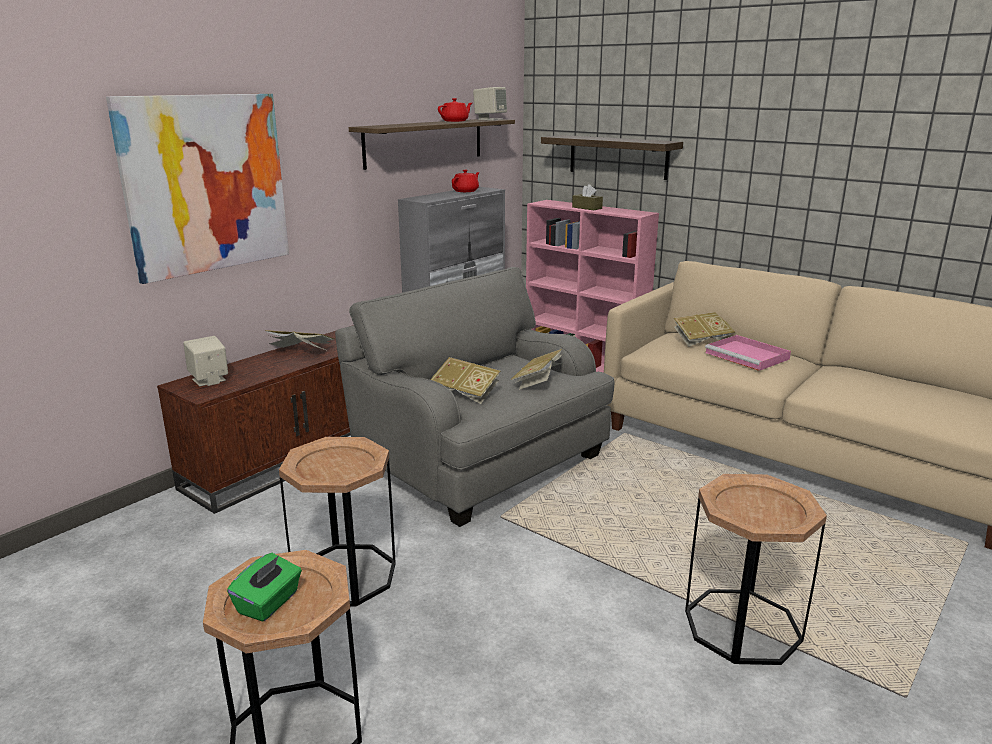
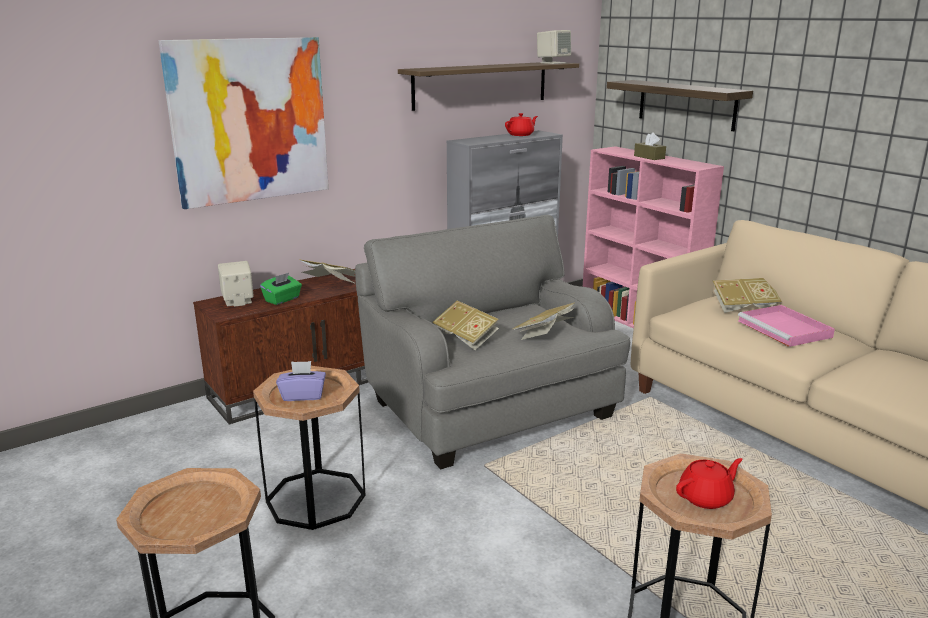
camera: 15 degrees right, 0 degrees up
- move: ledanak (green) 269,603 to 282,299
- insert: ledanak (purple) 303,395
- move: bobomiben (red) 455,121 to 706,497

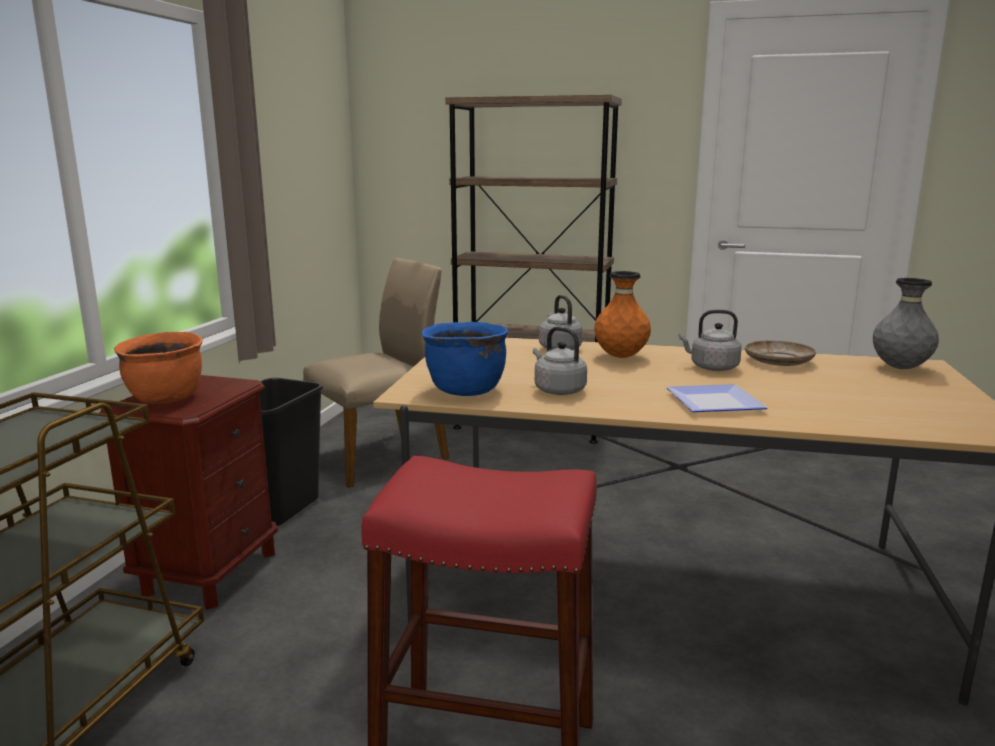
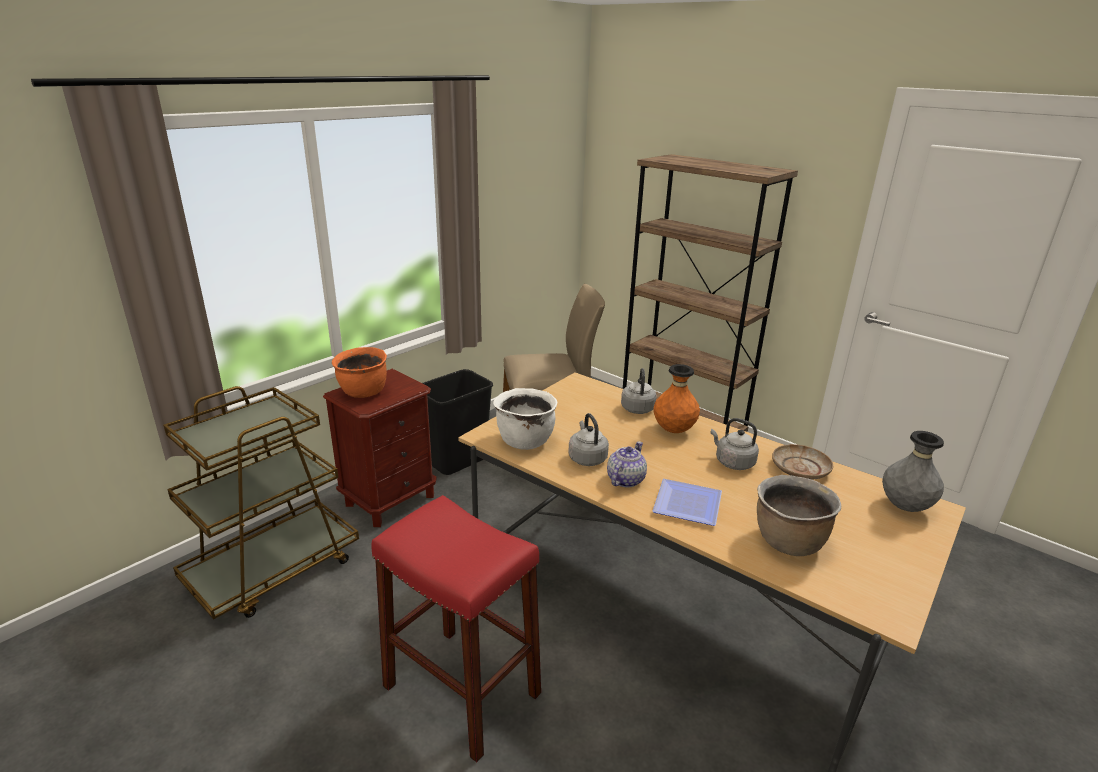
camera: 25 degrees right, 10 degrees up
- recolor: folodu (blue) 465,390 to folodu (white) 525,441
- insert: bobomiben 625,479
- insert: folodu (brown) 788,542

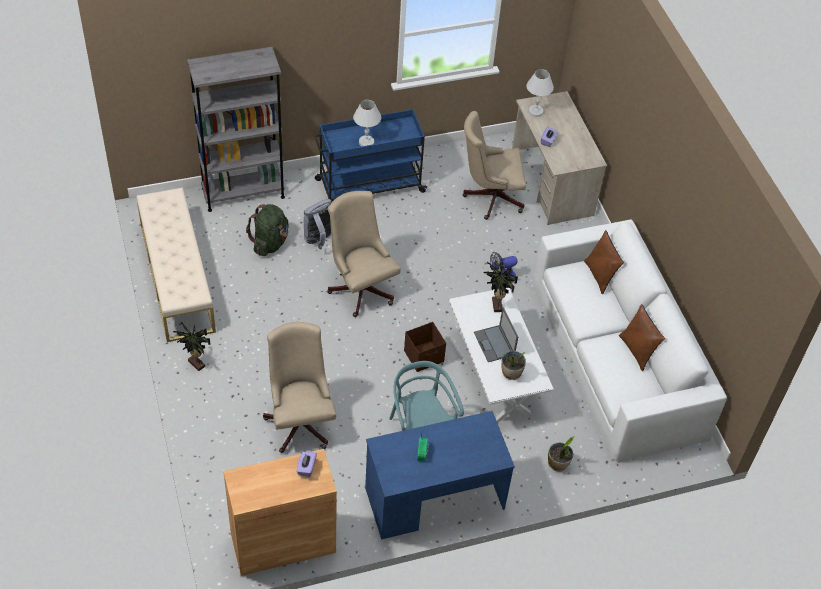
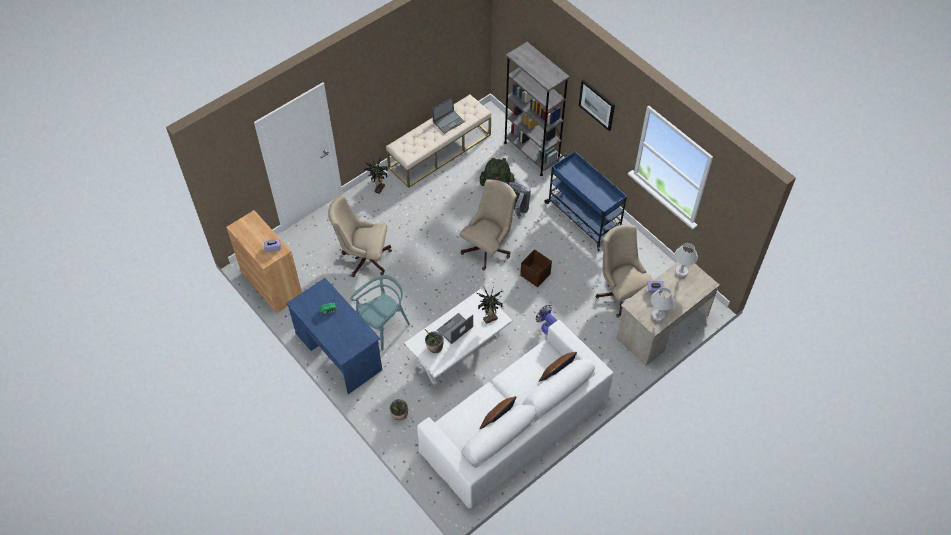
camera: 70 degrees right, 5 degrees up
- rotate: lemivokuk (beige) 300,420 = 363,258 135 degrees counterclockwise
- insert: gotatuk 449,121
- move: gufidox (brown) 424,356 to 535,275
- insert: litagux 597,104
- move: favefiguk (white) 366,142 to 658,315

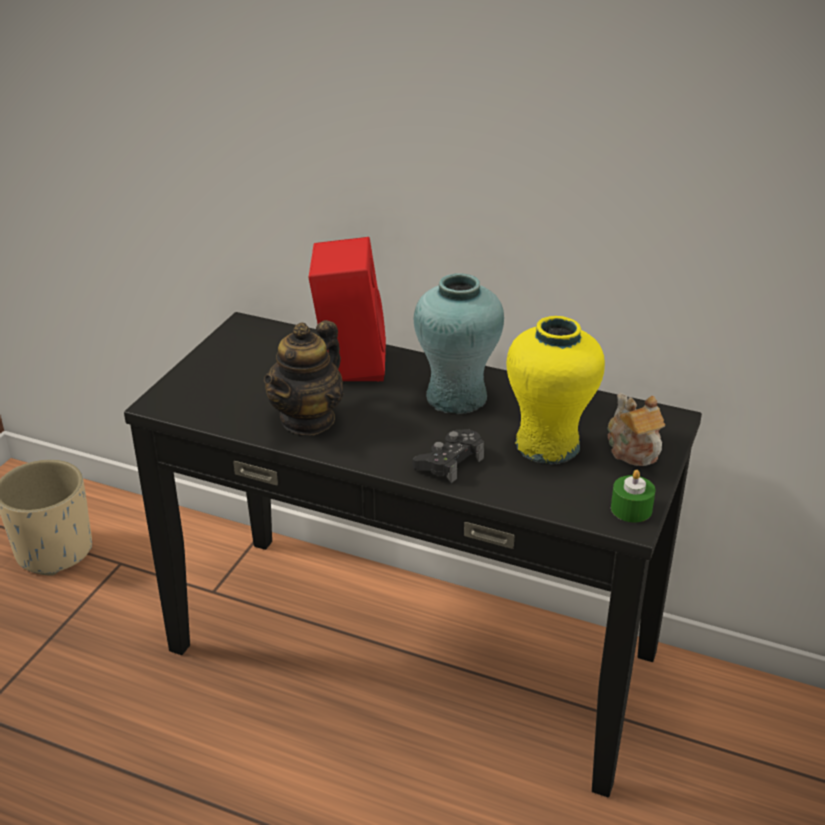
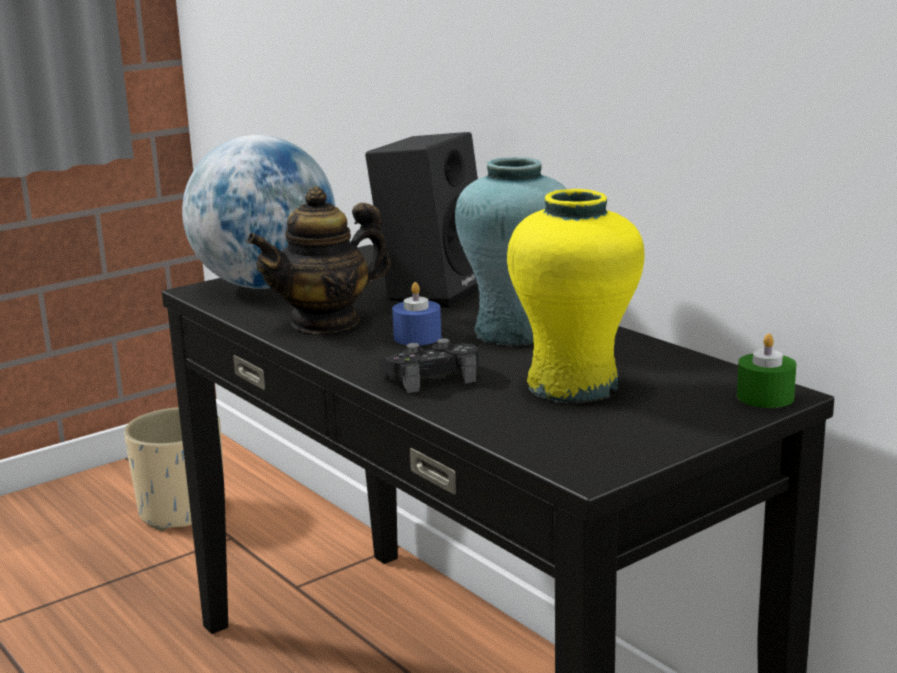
camera: 30 degrees right, 15 degrees down
- insert: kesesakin 266,285
- recolor: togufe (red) 348,362 to togufe (black) 431,291
- insert: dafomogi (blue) 417,337
- move: dafomogi (green) 631,509 to 765,397
- delete: bobomiben 632,450

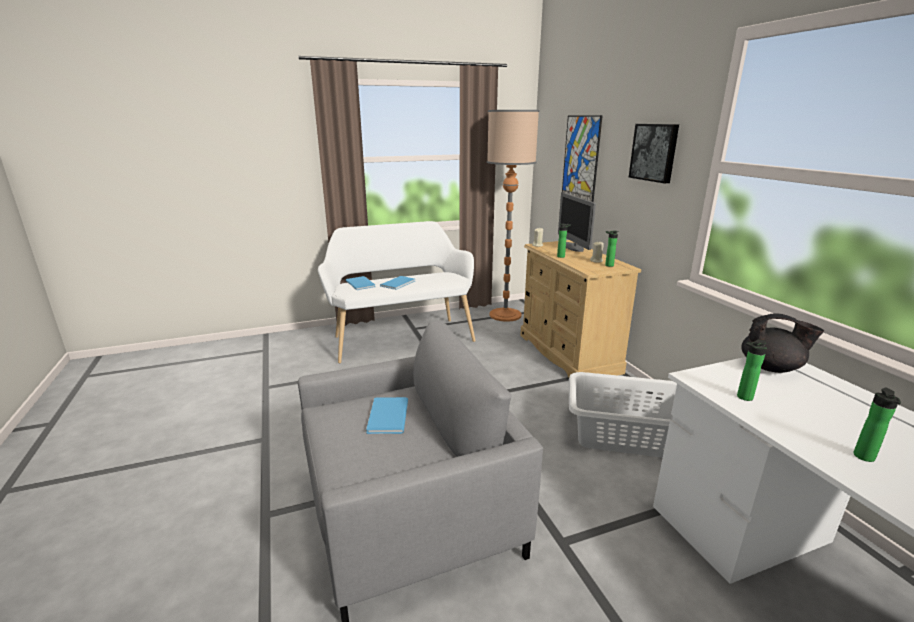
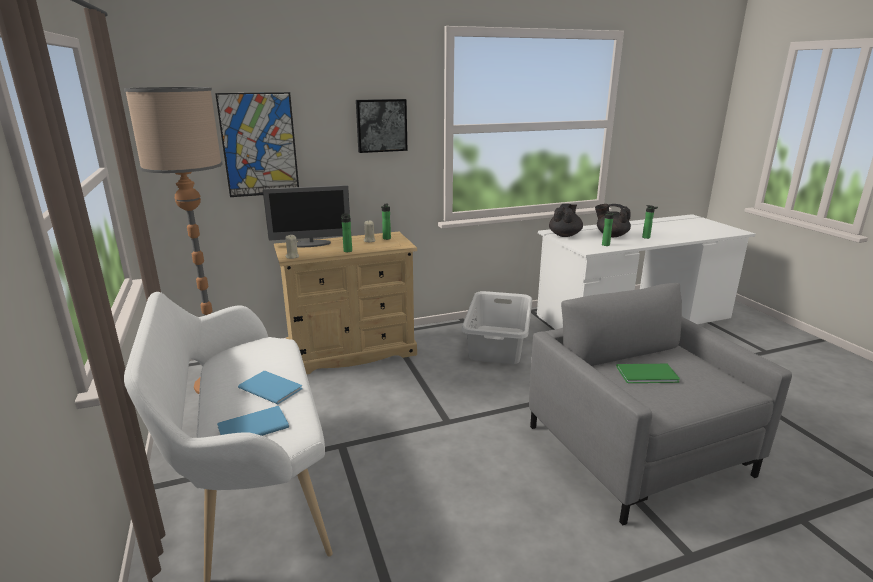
camera: 90 degrees left, 0 degrees up
- insert: bobomiben (black) 611,235
- recolor: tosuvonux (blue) 386,417 to tosuvonux (green) 649,375

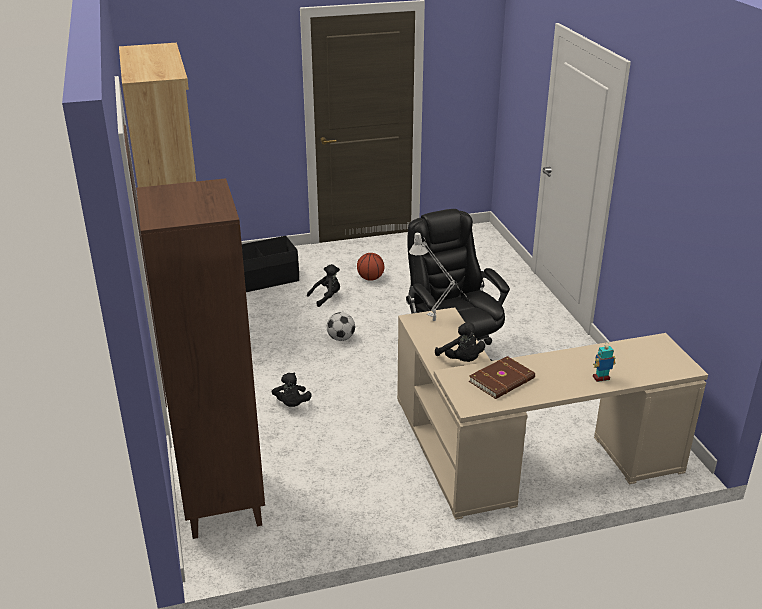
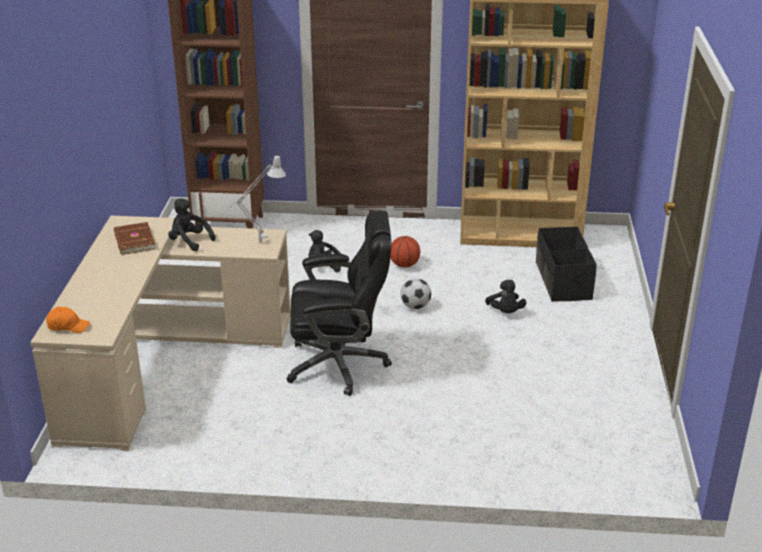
camera: 110 degrees right, 0 degrees up
- insert: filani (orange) 68,326
- rotate: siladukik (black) 461,360 = 189,241 45 degrees clockwise
- move: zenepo 370,278 to 404,265
- delete: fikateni 601,378

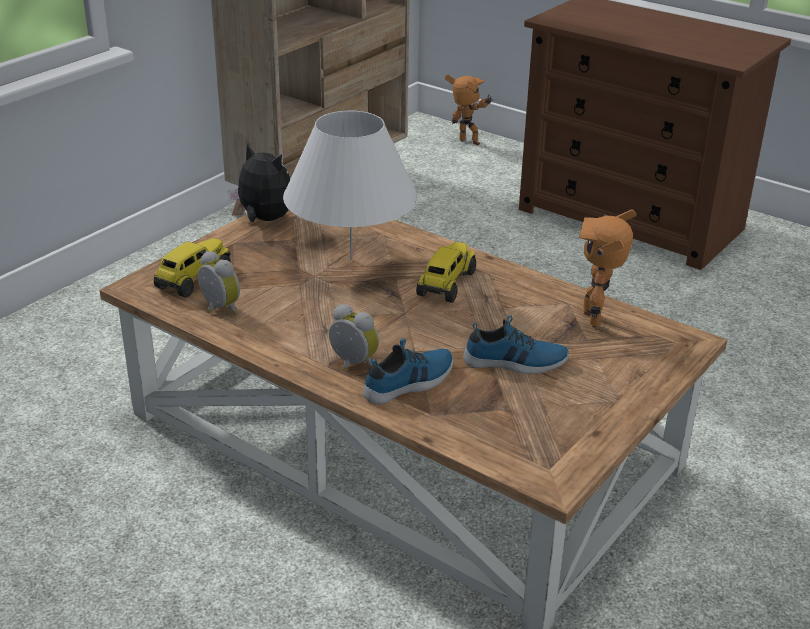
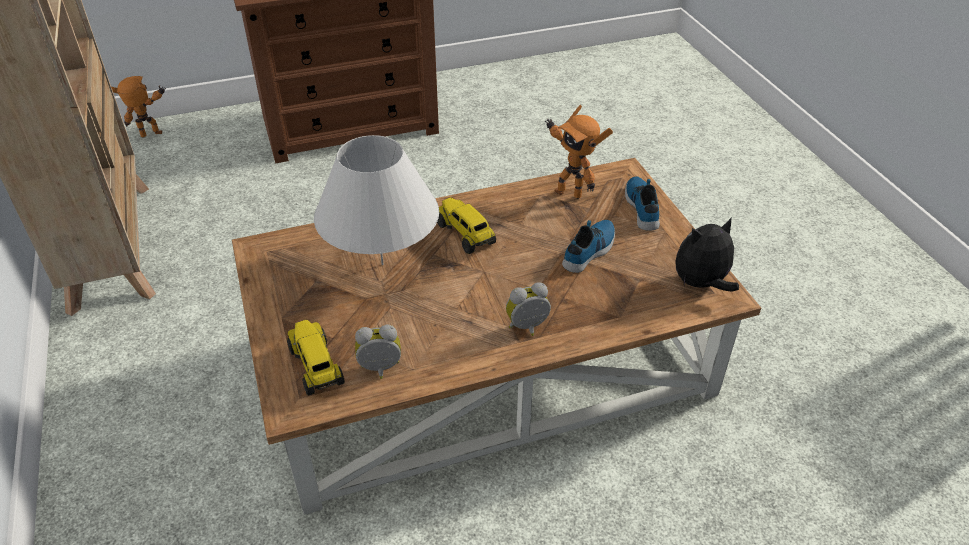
camera: 55 degrees left, 10 degrees up
- move: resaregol 410,382 to 643,207
- move: siladukik 264,219 to 701,284

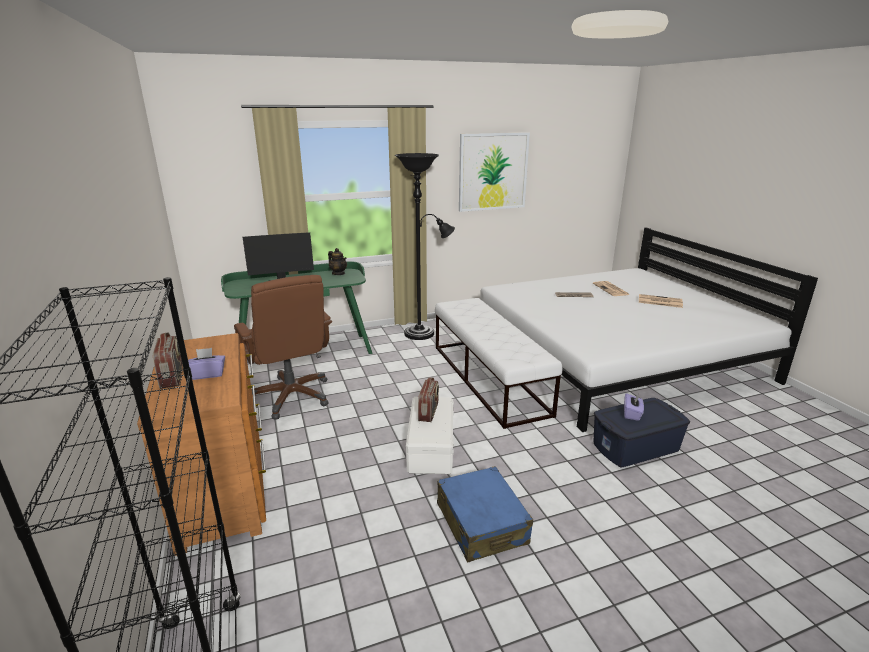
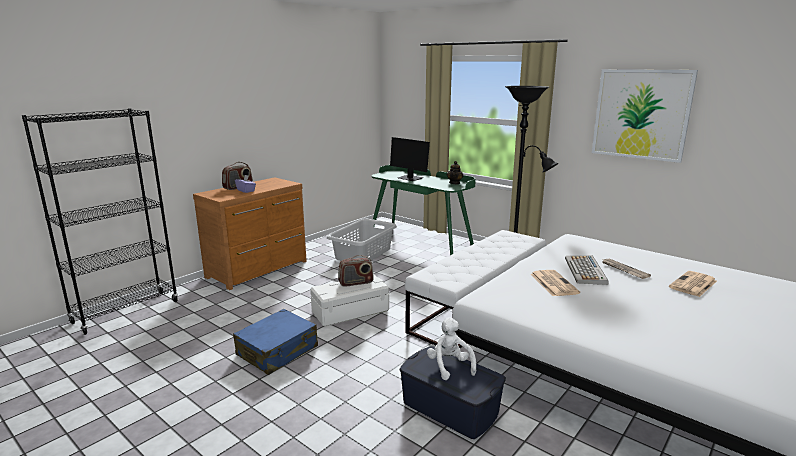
camera: 60 degrees right, 5 degrees down
- replace: lemivokuk (brown) 291,396 to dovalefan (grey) 362,254
- replace: ledanak (purple) 632,414 to siladukik (white) 450,366
- move: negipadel 659,301 to 553,283
- insert: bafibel 585,271

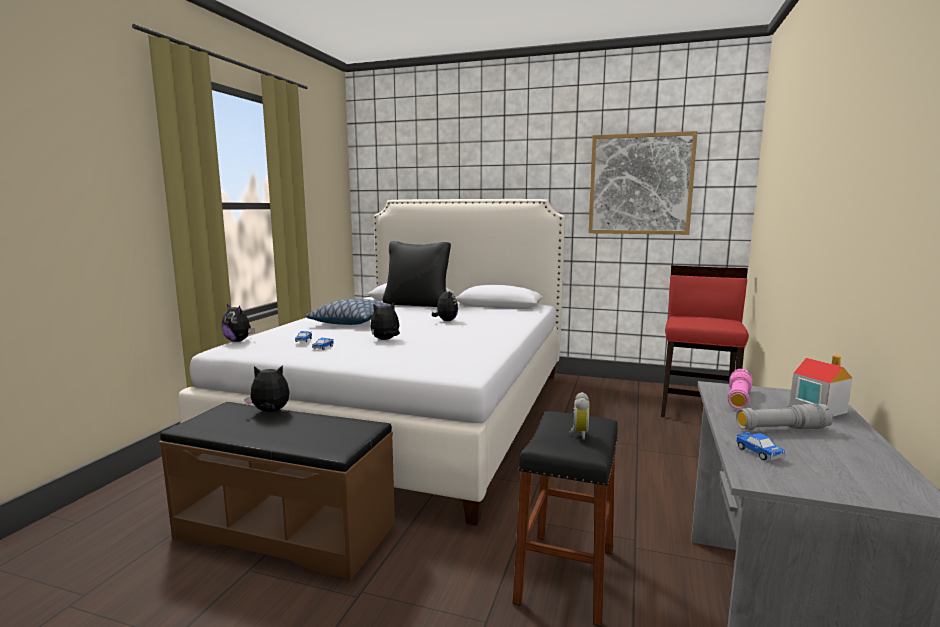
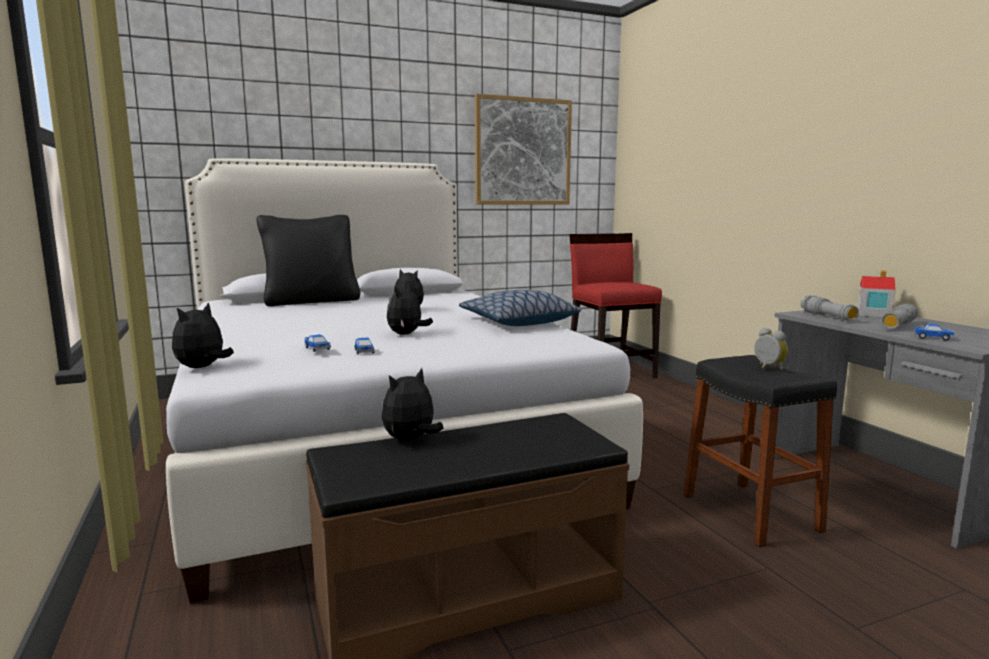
camera: 40 degrees left, 0 degrees up
- rotate: siladukik 239,341 = 202,368 120 degrees clockwise
- move: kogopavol 350,321 to 517,322
- recolor: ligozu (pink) 738,398 to ligozu (grey) 828,317

